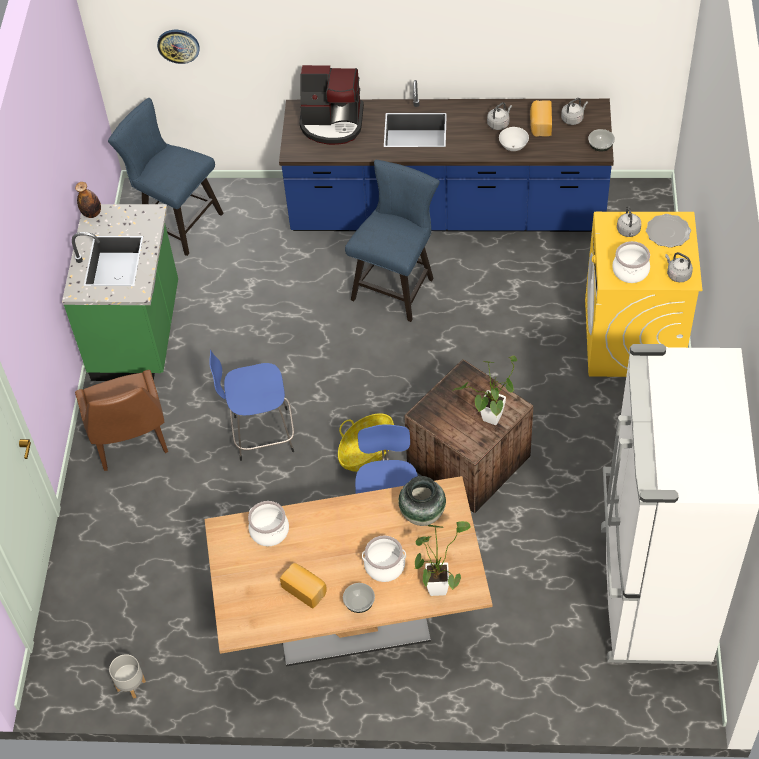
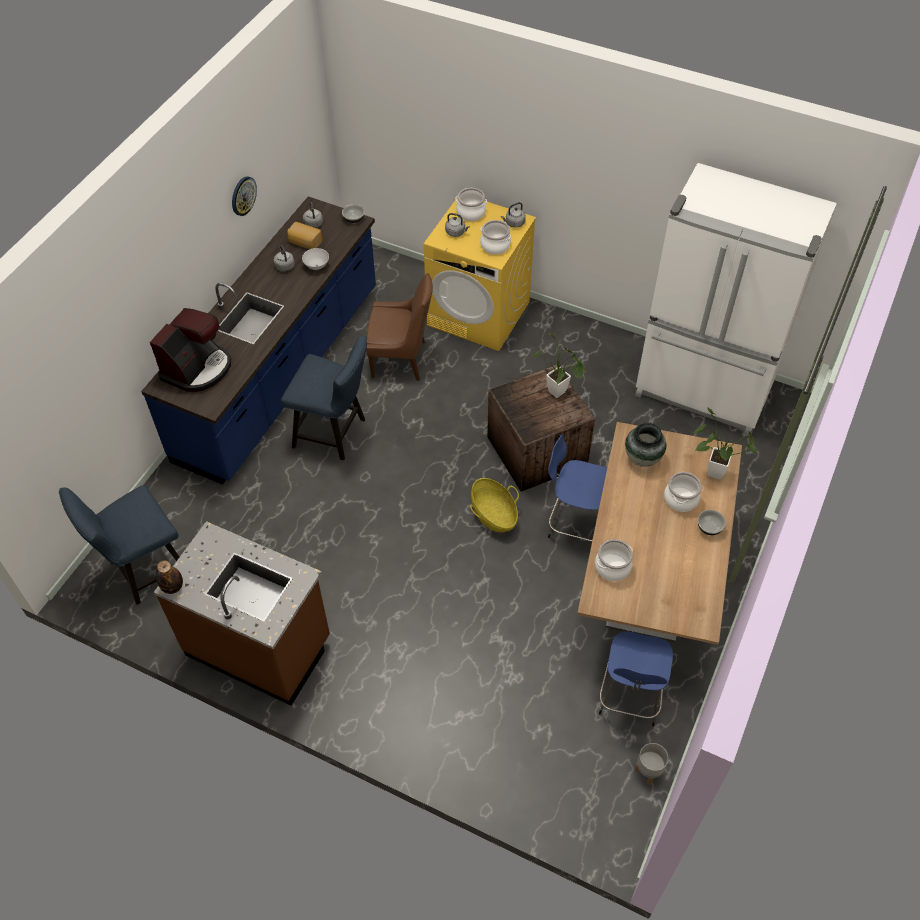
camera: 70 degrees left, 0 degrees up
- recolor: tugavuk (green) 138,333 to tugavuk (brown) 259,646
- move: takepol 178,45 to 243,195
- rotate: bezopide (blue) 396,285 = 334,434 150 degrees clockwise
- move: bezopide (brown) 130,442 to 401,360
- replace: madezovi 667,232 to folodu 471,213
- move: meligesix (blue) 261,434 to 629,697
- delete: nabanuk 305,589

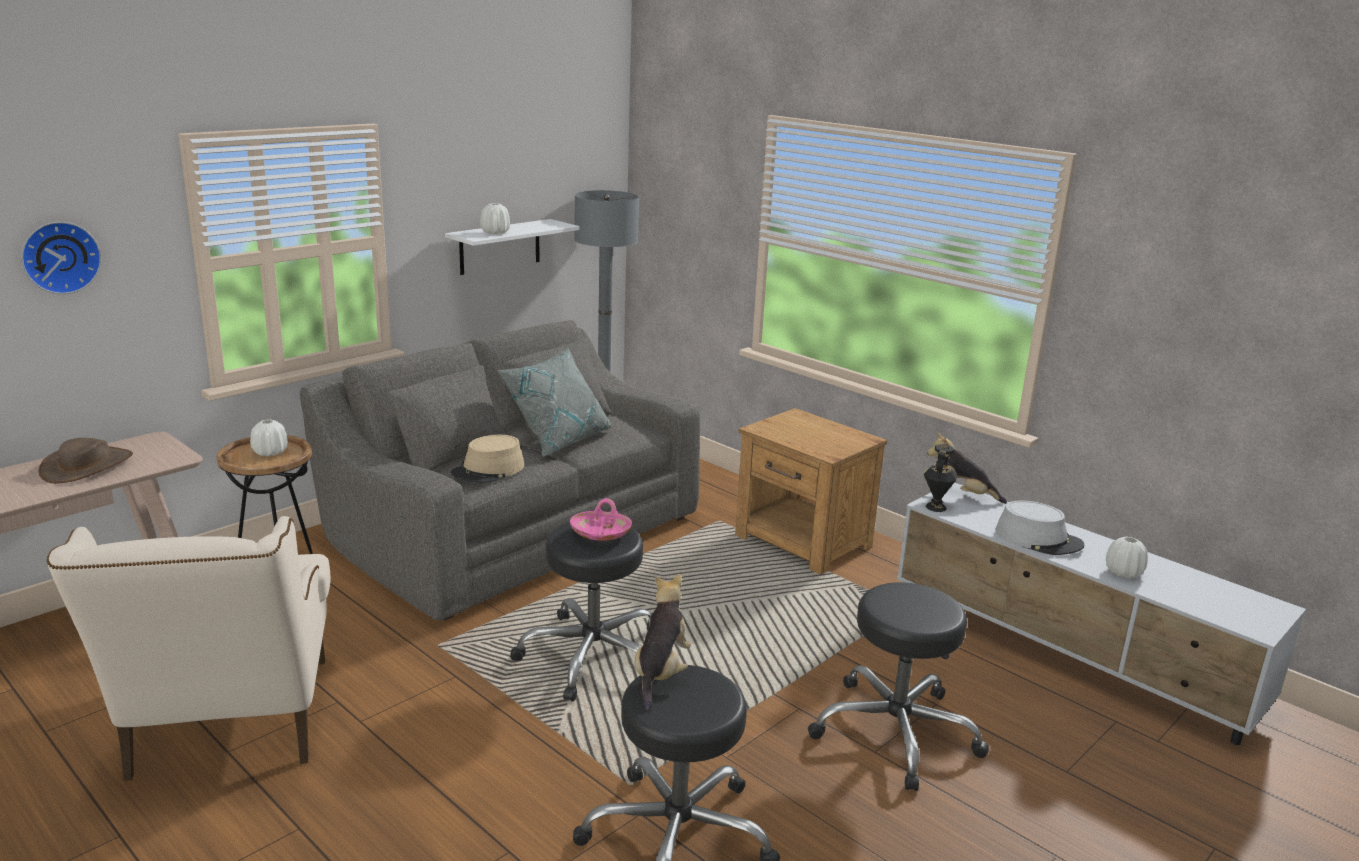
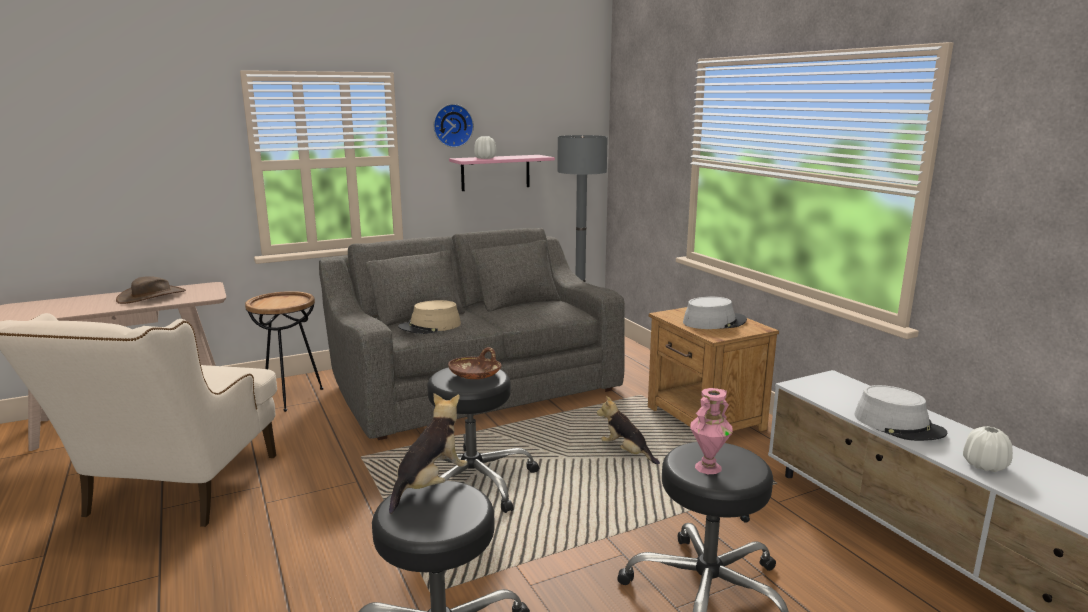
camera: 20 degrees right, 5 degrees down
- move: takepol 60,257 to 452,125
- recolor: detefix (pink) 601,534 to detefix (brown) 476,375
- recolor: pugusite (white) 500,246 to pugusite (pink) 495,172
- move: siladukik 961,495 to 626,452
- insert: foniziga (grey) 714,322
- insert: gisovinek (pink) 707,467
- delete: gisovinek (white) 270,452
- delete: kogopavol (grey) 558,439
- delete: gisovinek (black) 936,507

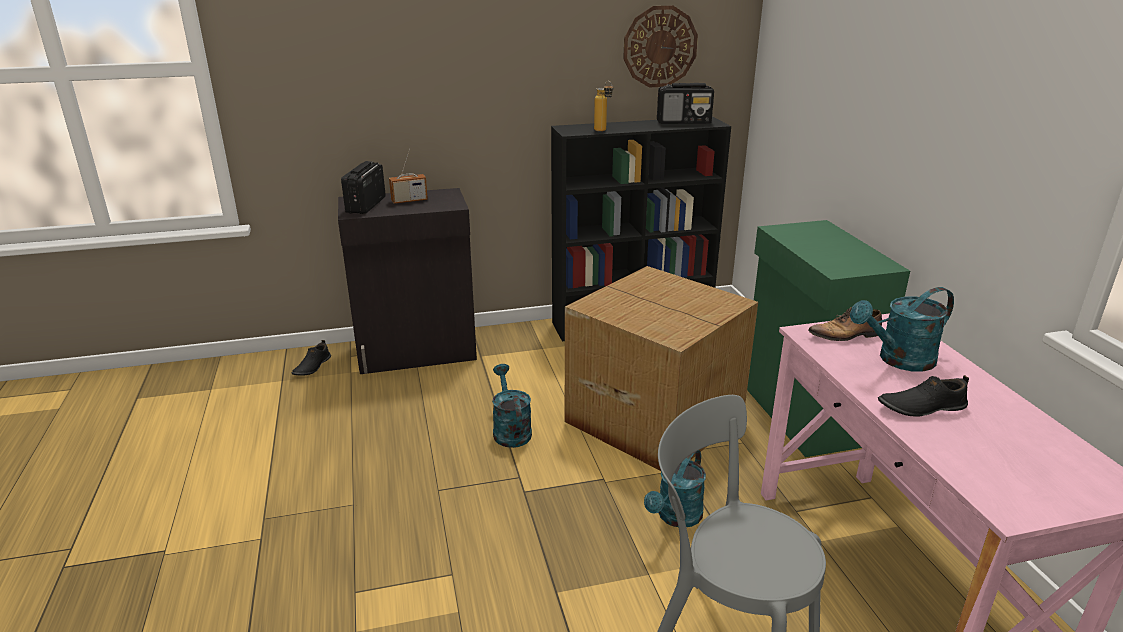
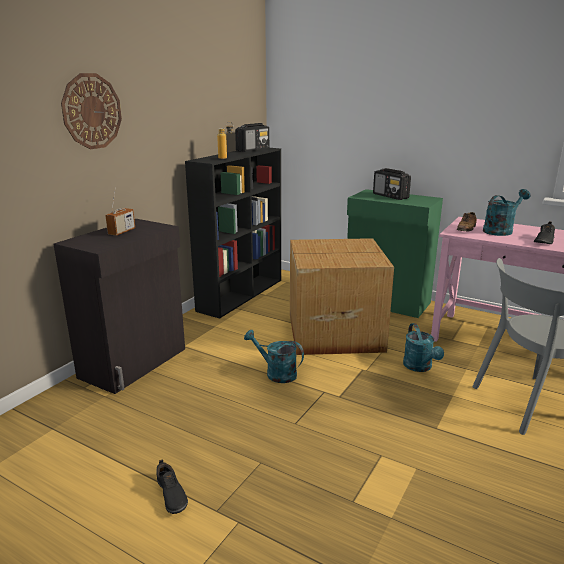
camera: 45 degrees left, 5 degrees down
- move: takepol 660,47 to 92,111
- move: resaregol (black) 312,367 to 171,495
- move: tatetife 365,205 to 390,196
- rotate: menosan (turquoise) 898,360 = 501,230 150 degrees counterclockwise

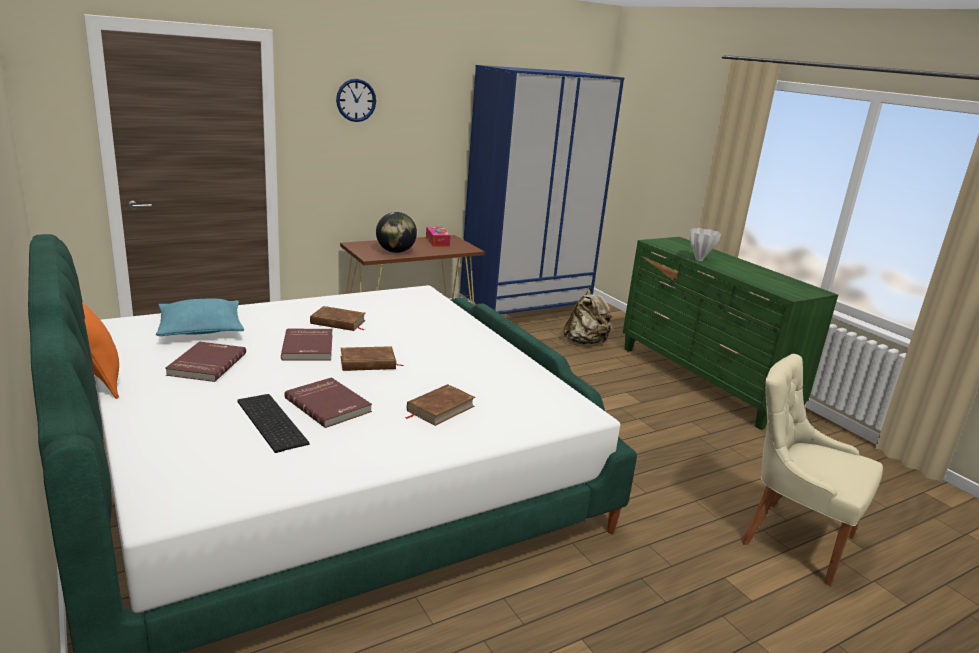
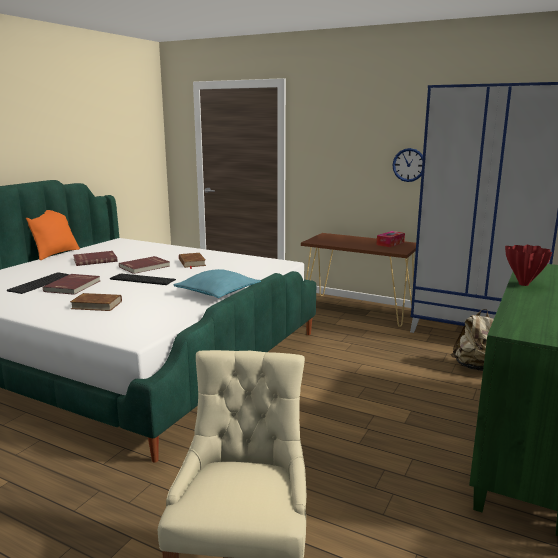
camera: 60 degrees right, 5 degrees down
- replace: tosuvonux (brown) 368,363 to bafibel 141,279
- move: kogopavol (turquoise) 201,328 to 217,292
- move: takepol 356,100 to 409,165
- recolor: gisovinek (white) 699,260 to gisovinek (red) 524,284
- delete: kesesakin 395,252

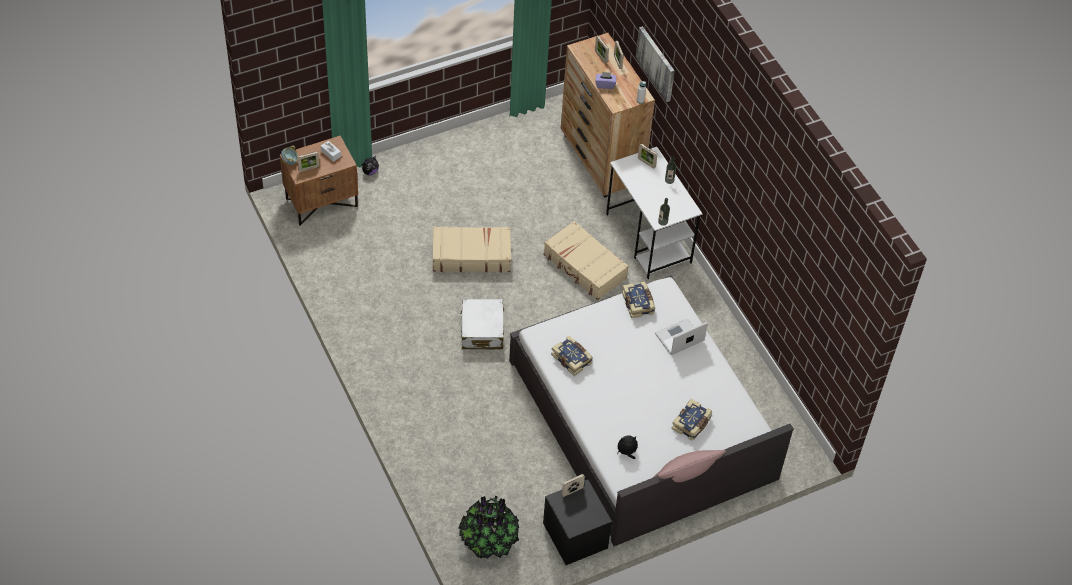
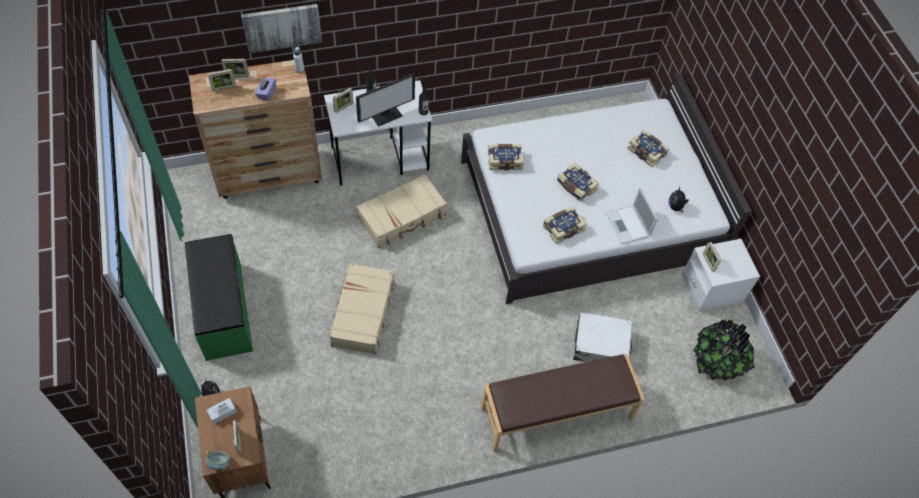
camera: 80 degrees left, 5 degrees up
- insert: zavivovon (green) 223,310
- insert: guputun 386,115
- insert: zavivovon (brown) 557,414
- insert: tosuvonux 575,186
- move: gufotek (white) 482,330 to 601,345
- move: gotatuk 678,338 to 628,225
- recolor: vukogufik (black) 575,536 to vukogufik (white) 712,288
- delete: kogopavol (pink) 684,476

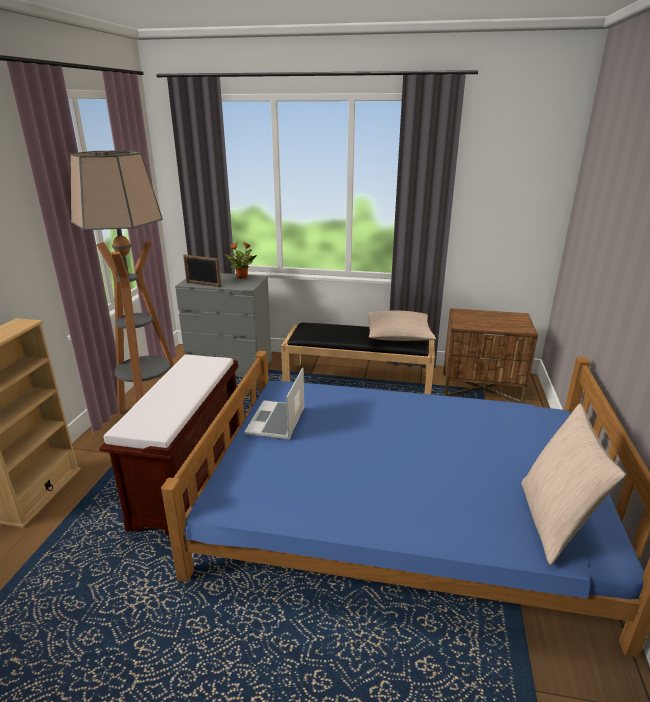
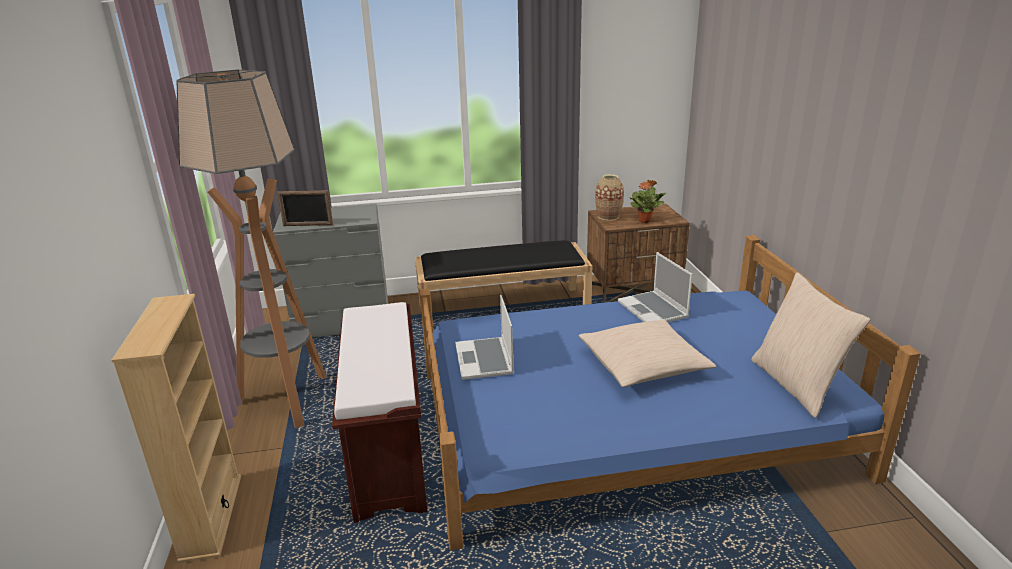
camera: 20 degrees left, 0 degrees up
- move: kogopavol (beige) 399,335 to 643,365
- insert: gisovinek 608,216
- insert: gotatuk 653,310
- move: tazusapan 242,277 to 645,221

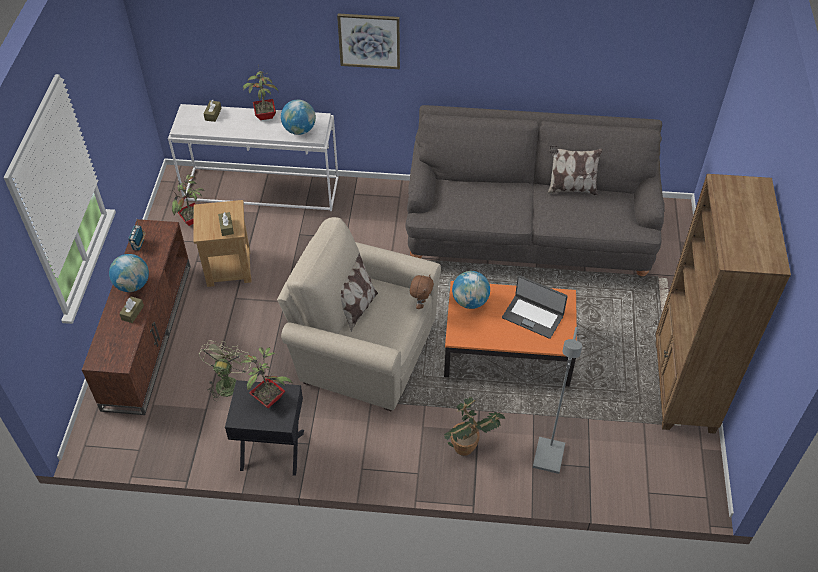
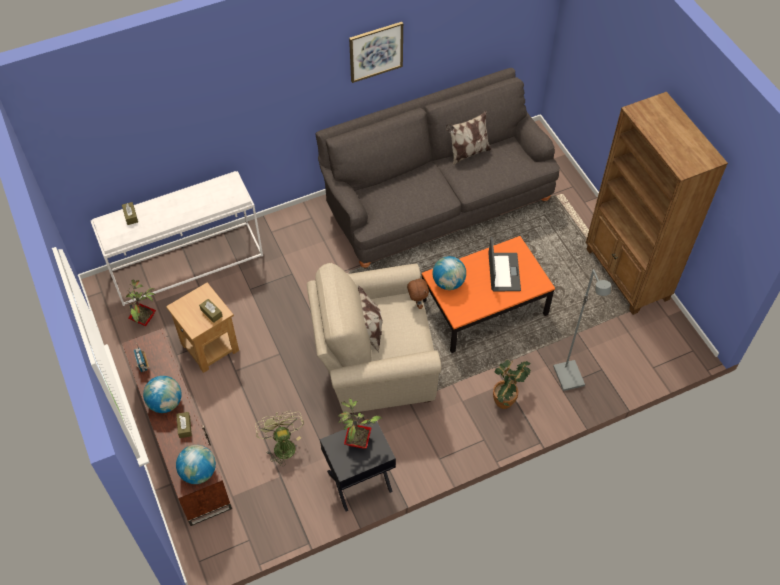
camera: 30 degrees left, 5 degrees up
- move: kesesakin 299,130 to 199,472
- move: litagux 369,40 to 376,51
- rotate: gotatuk 533,316 = 503,272 90 degrees counterclockwise
- delete: tazusapan 264,115

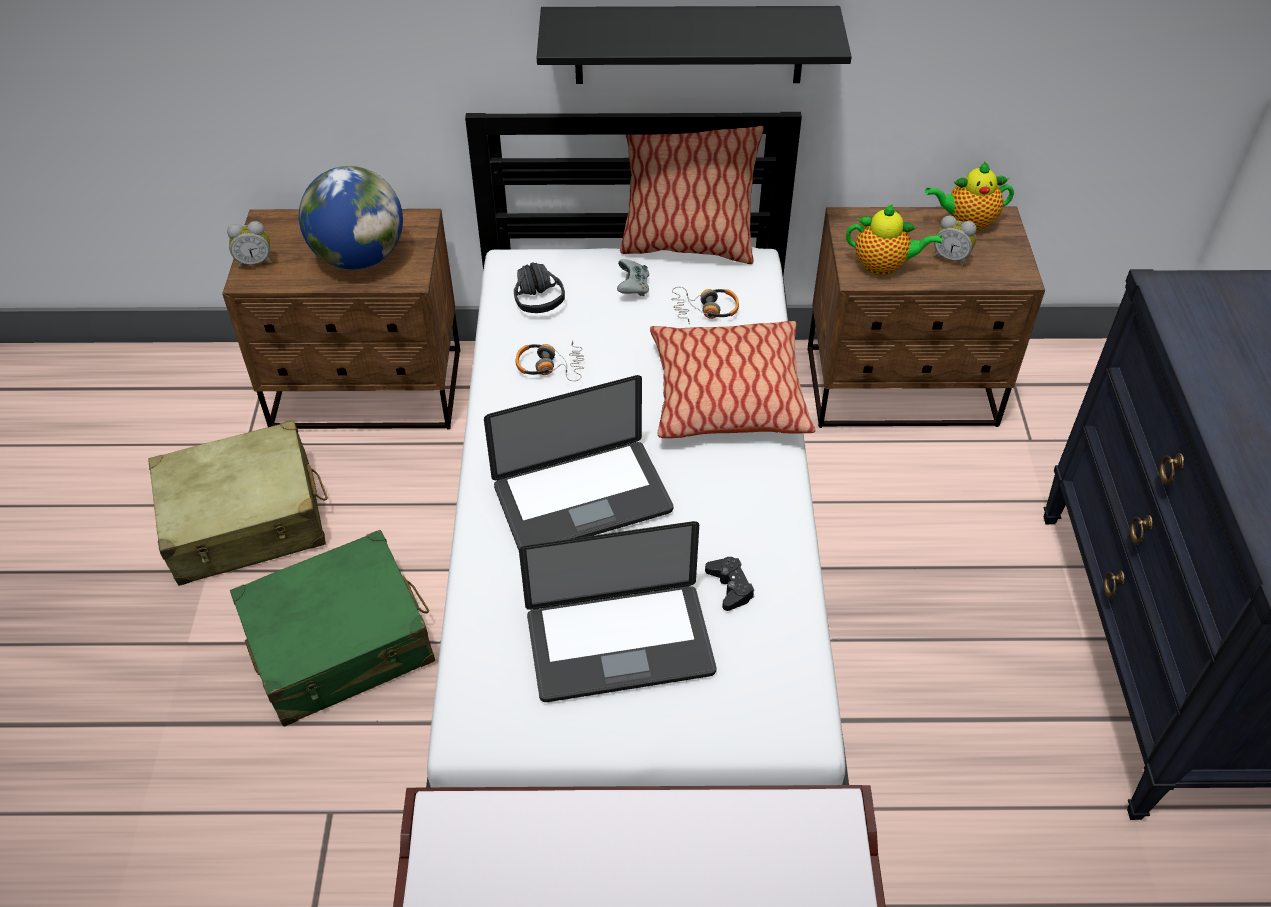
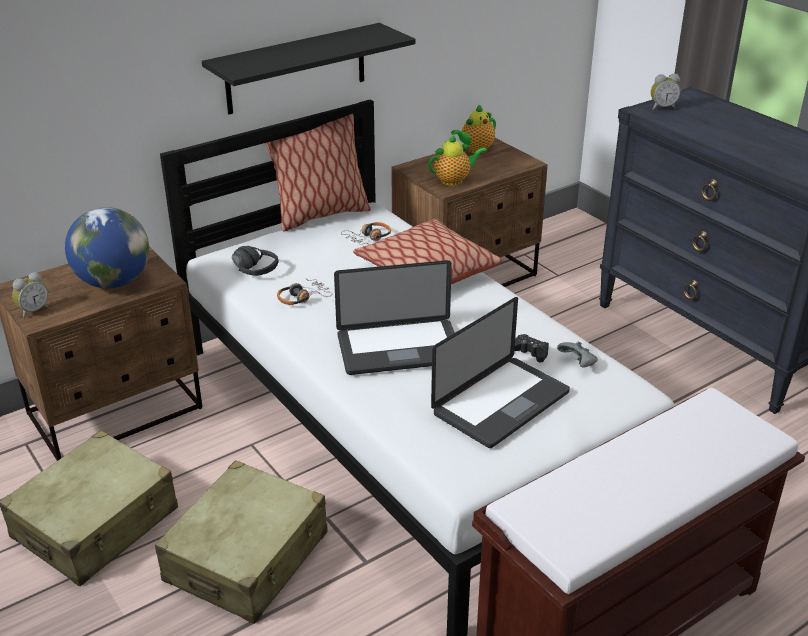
camera: 35 degrees left, 15 degrees down
- recolor: gufotek (green) 340,644 to gufotek (beige) 247,557
- rotate: gotatuk 582,499 = 399,349 45 degrees clockwise
- move: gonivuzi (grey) 633,287 to 578,363
- move: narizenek 951,258 to 662,107

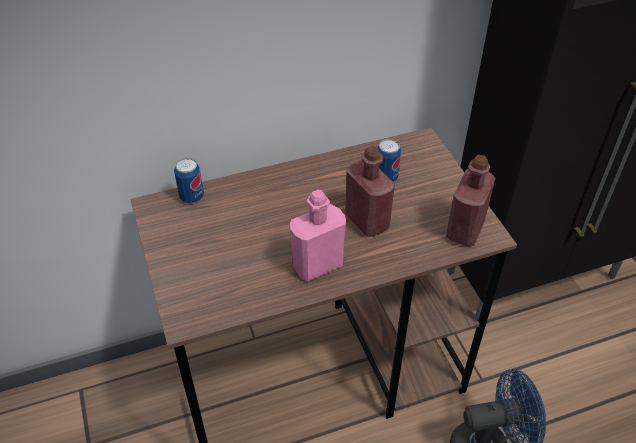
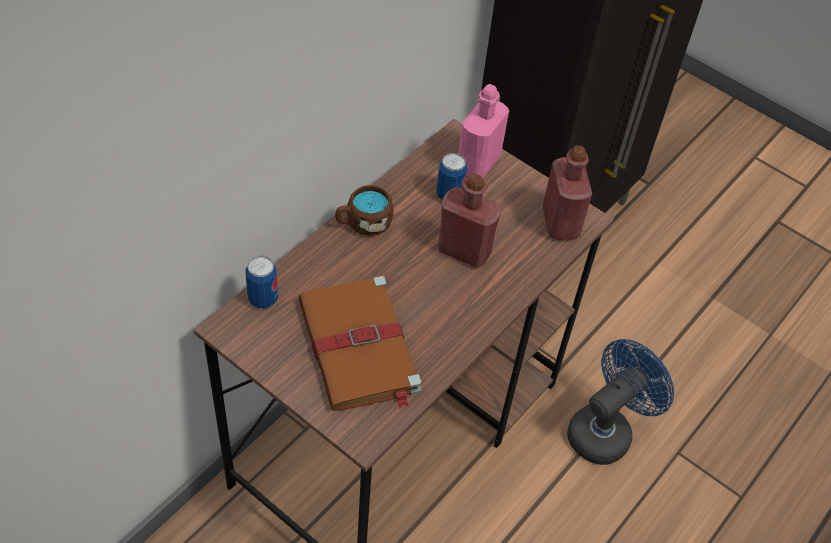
camera: 35 degrees left, 5 degrees up
- insert: tosuvonux (brown) 359,348
- insert: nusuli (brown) 363,223
- move: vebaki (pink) 317,265 to 478,163

